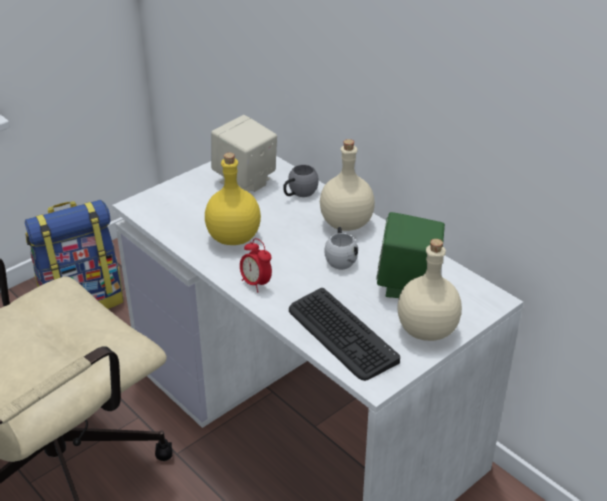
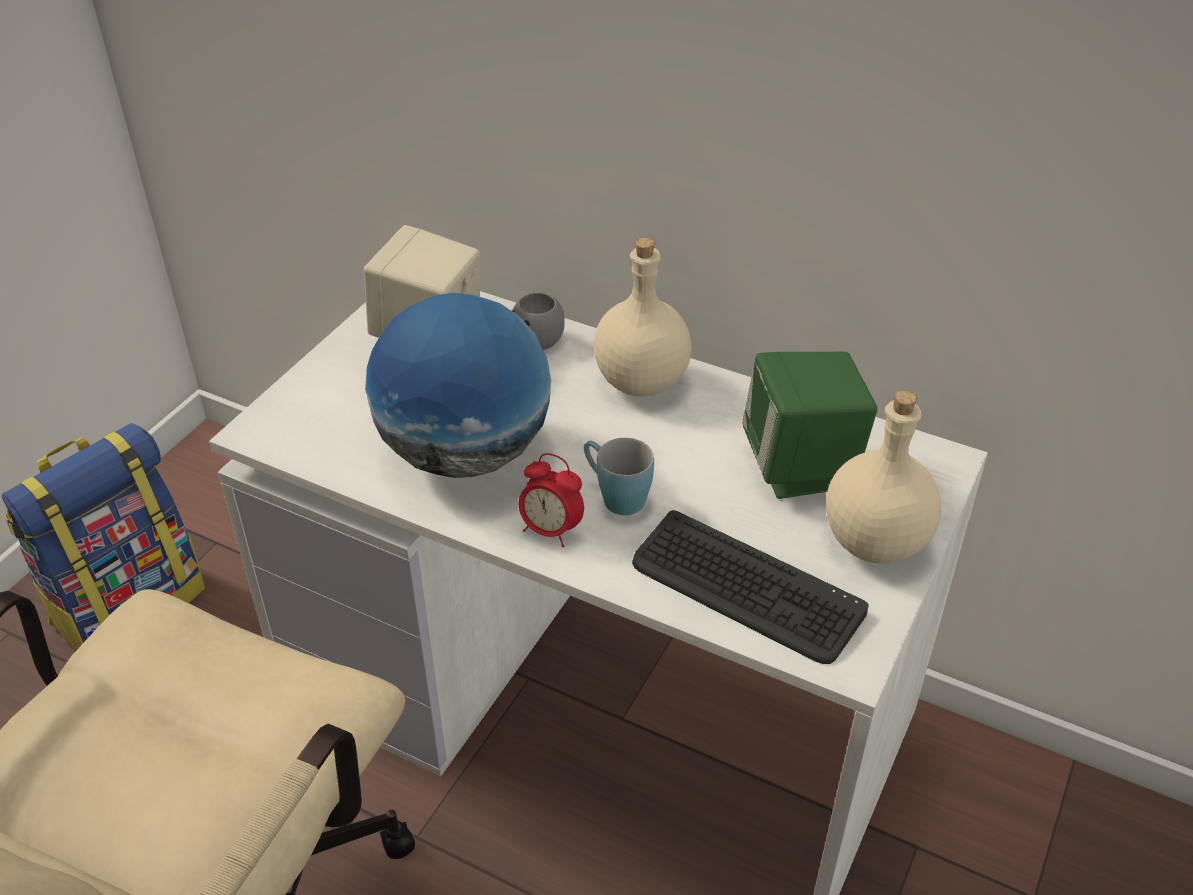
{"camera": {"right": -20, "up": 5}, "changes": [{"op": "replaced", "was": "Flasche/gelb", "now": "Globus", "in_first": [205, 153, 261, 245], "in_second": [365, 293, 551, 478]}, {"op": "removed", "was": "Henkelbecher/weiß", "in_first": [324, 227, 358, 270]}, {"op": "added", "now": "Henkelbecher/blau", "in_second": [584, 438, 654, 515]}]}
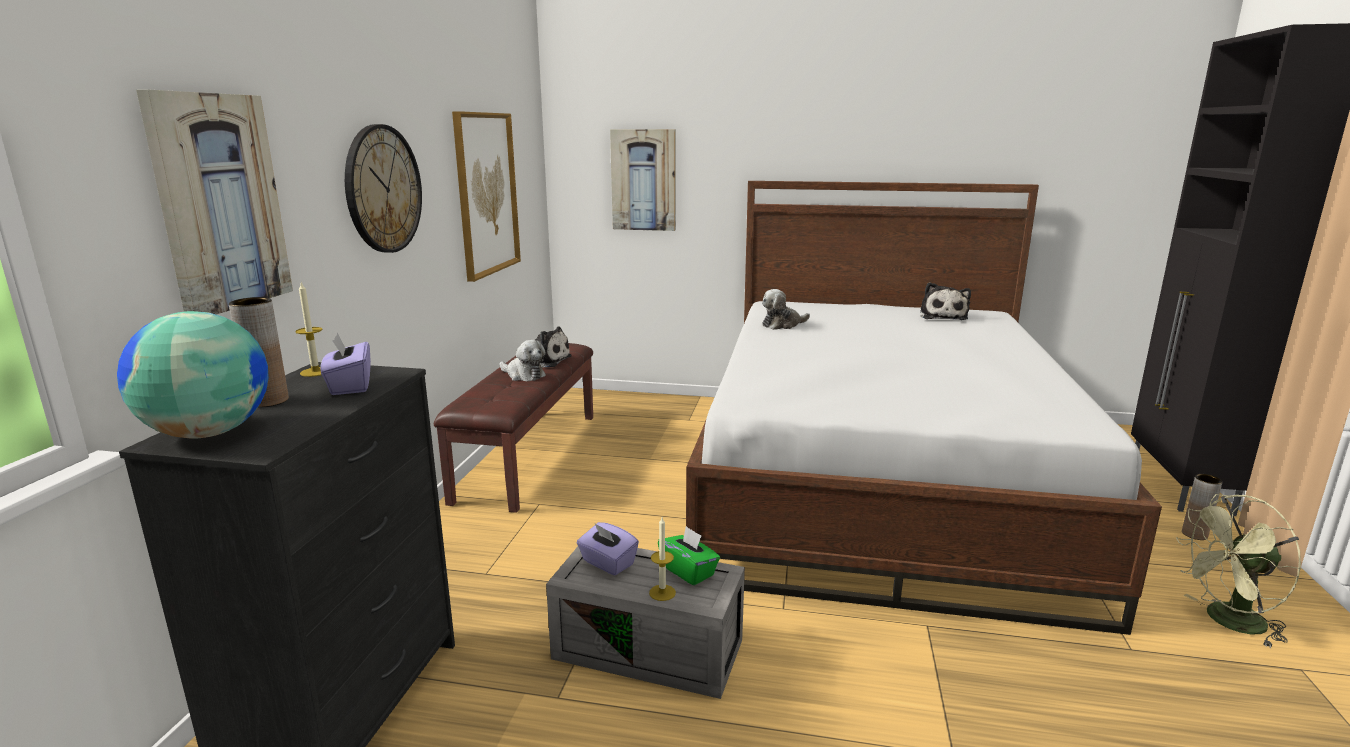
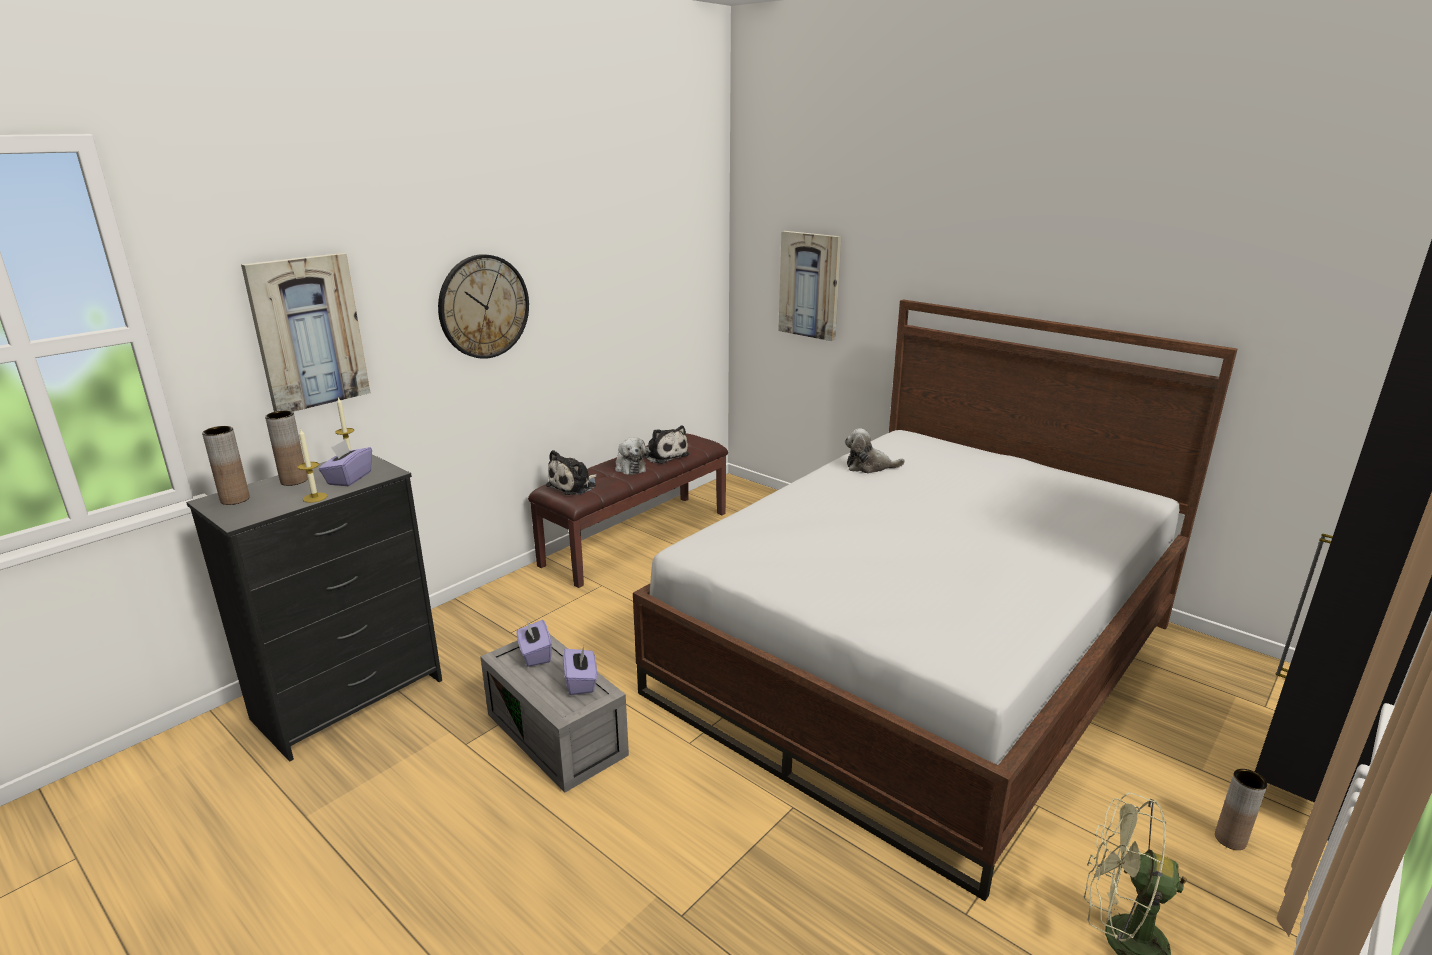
{"camera": {"right": 30, "up": 5}, "changes": [{"op": "replaced", "was": "Globus", "now": "Vase/braun", "in_first": [117, 311, 269, 439], "in_second": [202, 426, 250, 505]}, {"op": "removed", "was": "Bild", "in_first": [452, 111, 521, 282]}, {"op": "moved", "was": "Kerze", "in_first": [649, 517, 676, 601], "in_second": [298, 428, 327, 503]}, {"op": "recoloured", "was": "Taschentuchbox/grün", "now": "Taschentuchbox/lila", "in_first": [658, 526, 720, 585], "in_second": [563, 646, 597, 695]}, {"op": "moved", "was": "Plüschtier", "in_first": [920, 282, 971, 320], "in_second": [546, 450, 597, 495]}]}
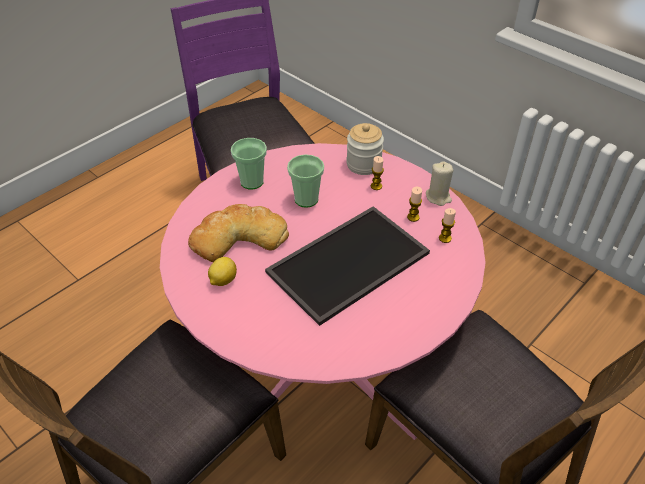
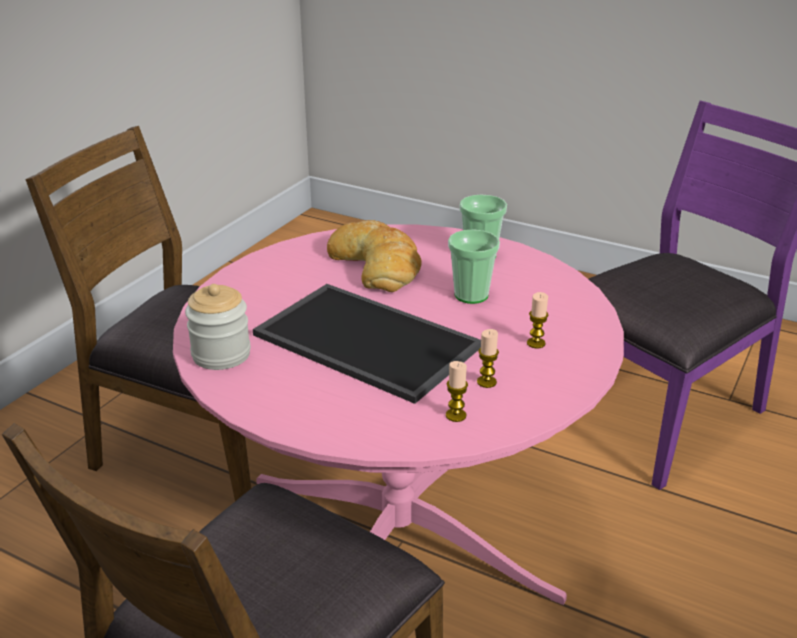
{"camera": {"right": 75, "up": -15}, "changes": [{"op": "removed", "was": "Zitrone", "in_first": [208, 257, 237, 286]}, {"op": "moved", "was": "Vorratsglas", "in_first": [346, 123, 384, 175], "in_second": [185, 284, 251, 370]}, {"op": "removed", "was": "Kerze/beige", "in_first": [426, 161, 453, 206]}]}
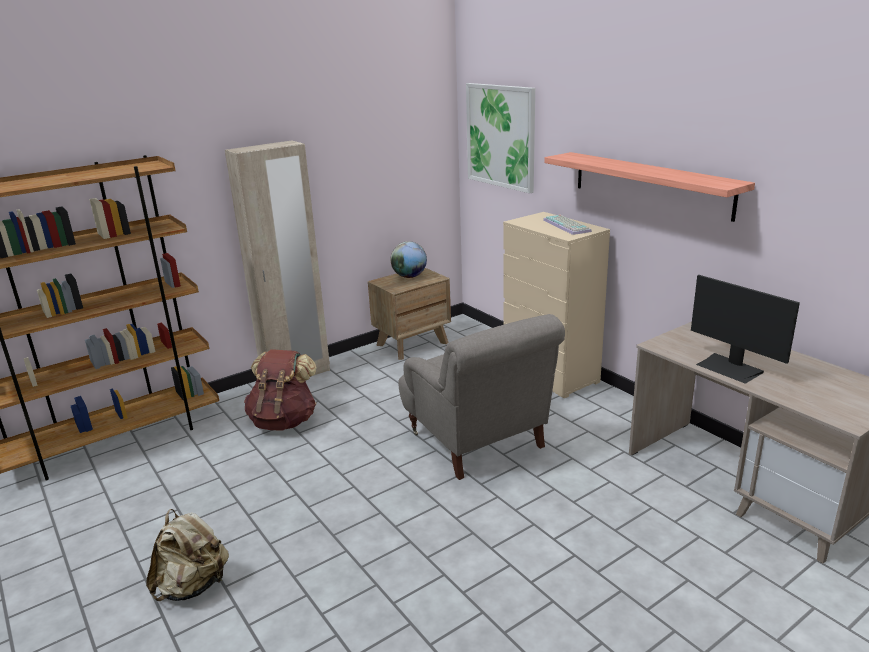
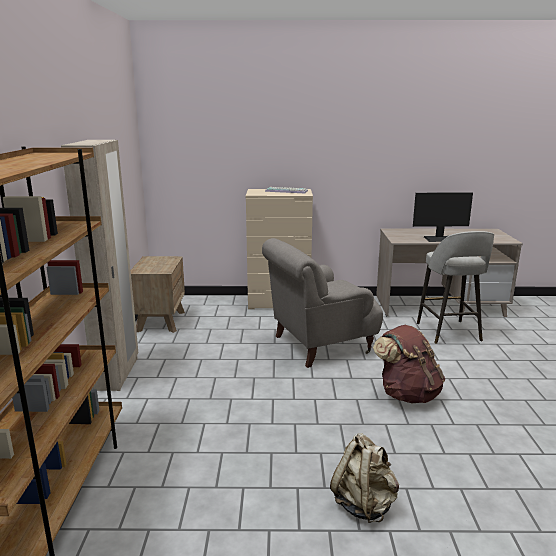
{"camera": {"right": -55, "up": -5}, "changes": [{"op": "moved", "was": "Rucksack/braun", "in_first": [244, 349, 317, 430], "in_second": [373, 325, 445, 403]}, {"op": "removed", "was": "Globus", "in_first": [391, 241, 427, 278]}, {"op": "turned", "was": "Sessel/grau", "in_first": [398, 314, 565, 480], "in_second": [262, 238, 383, 368], "clockwise": 150}, {"op": "removed", "was": "Bild", "in_first": [466, 83, 535, 193]}, {"op": "removed", "was": "Wandregal", "in_first": [544, 152, 755, 222]}, {"op": "added", "now": "Hocker/grau", "in_second": [417, 231, 494, 344]}]}
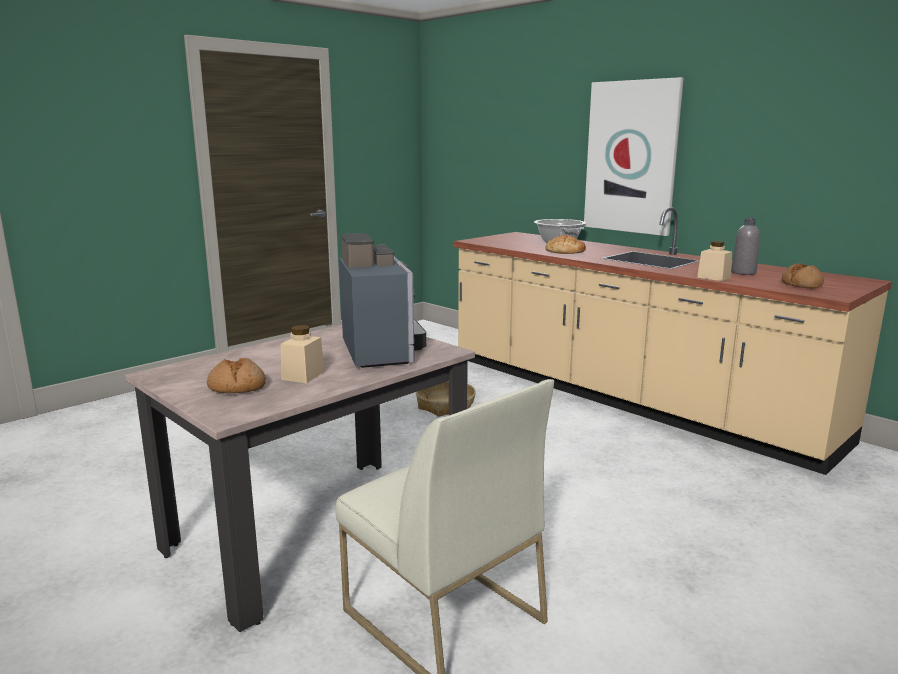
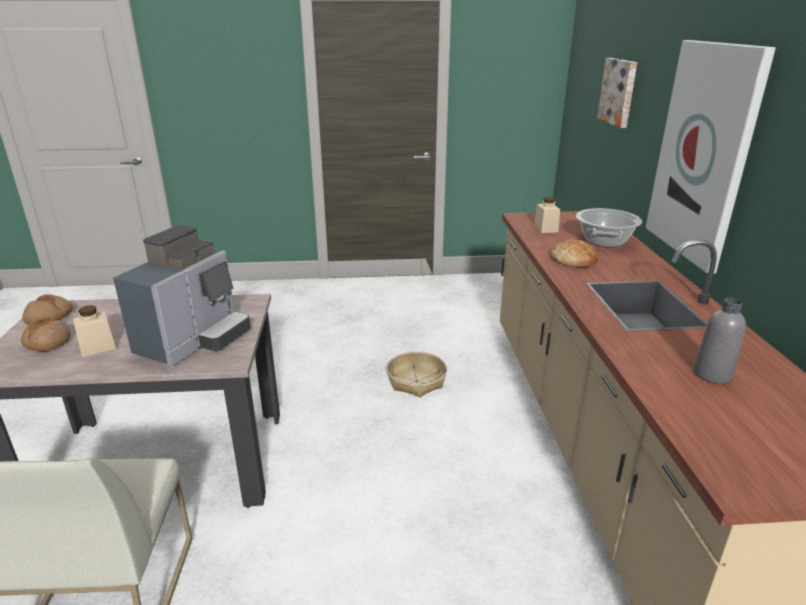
{"camera": {"right": 40, "up": 10}, "changes": [{"op": "moved", "was": "Vorratsglas/beige", "in_first": [697, 241, 732, 281], "in_second": [534, 197, 560, 233]}, {"op": "moved", "was": "Brot", "in_first": [782, 263, 824, 288], "in_second": [22, 294, 73, 325]}, {"op": "added", "now": "Bild", "in_second": [597, 58, 637, 128]}]}
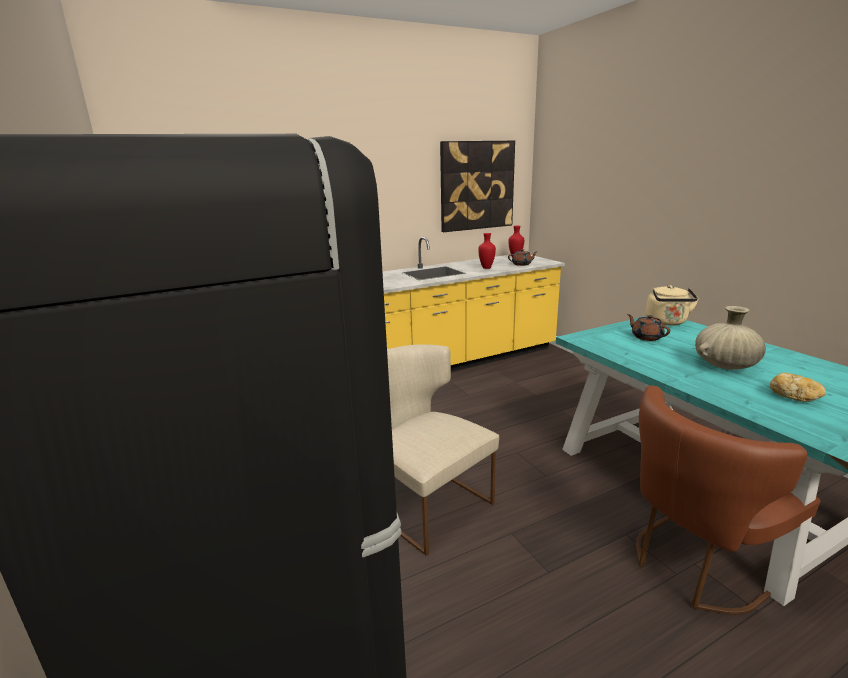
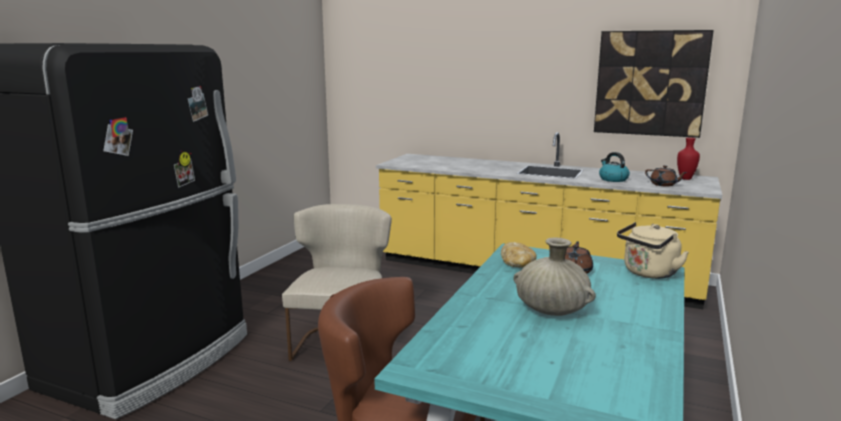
{"camera": {"right": 50, "up": -5}, "changes": [{"op": "replaced", "was": "Vase/rot", "now": "Wasserkessel", "in_first": [478, 233, 496, 269], "in_second": [599, 152, 630, 182]}, {"op": "moved", "was": "Brot", "in_first": [770, 373, 826, 402], "in_second": [501, 242, 537, 268]}]}
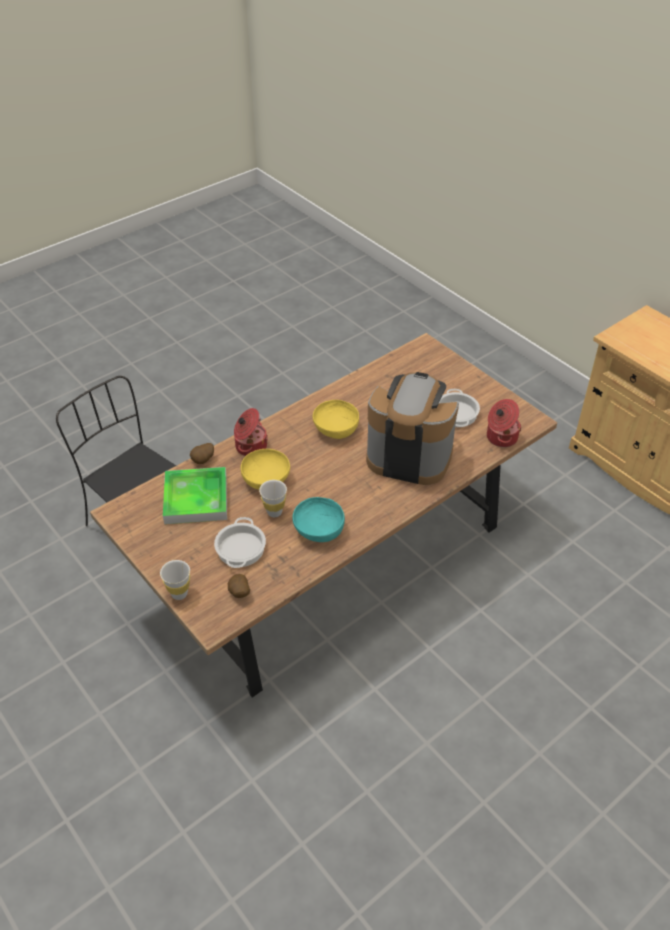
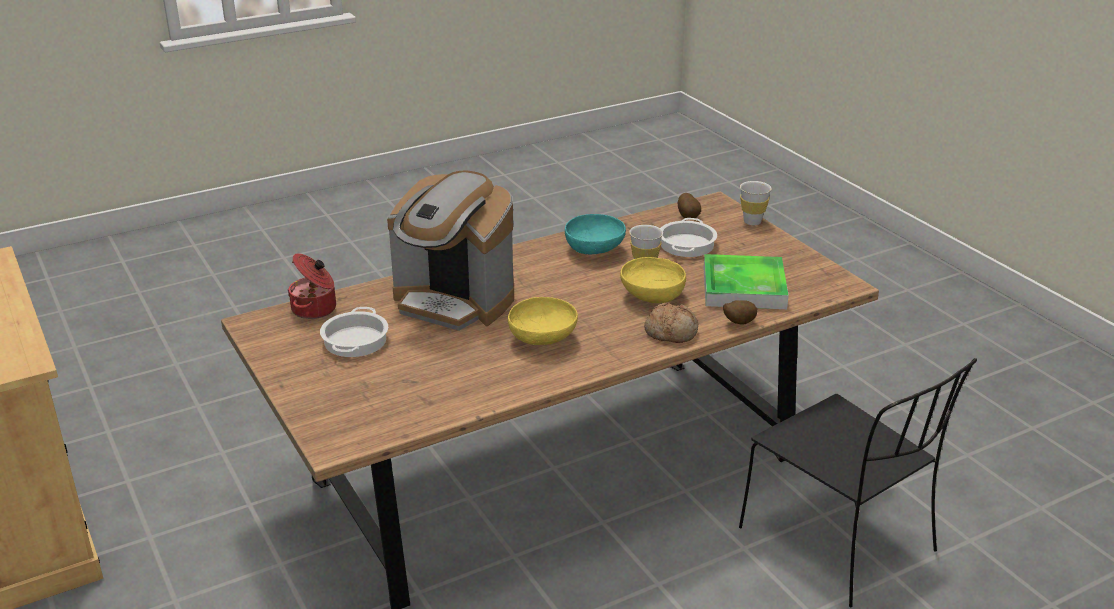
{"camera": {"right": -170, "up": -15}, "changes": [{"op": "replaced", "was": "Kochtopf", "now": "Brot", "in_first": [234, 408, 268, 456], "in_second": [644, 303, 698, 343]}]}
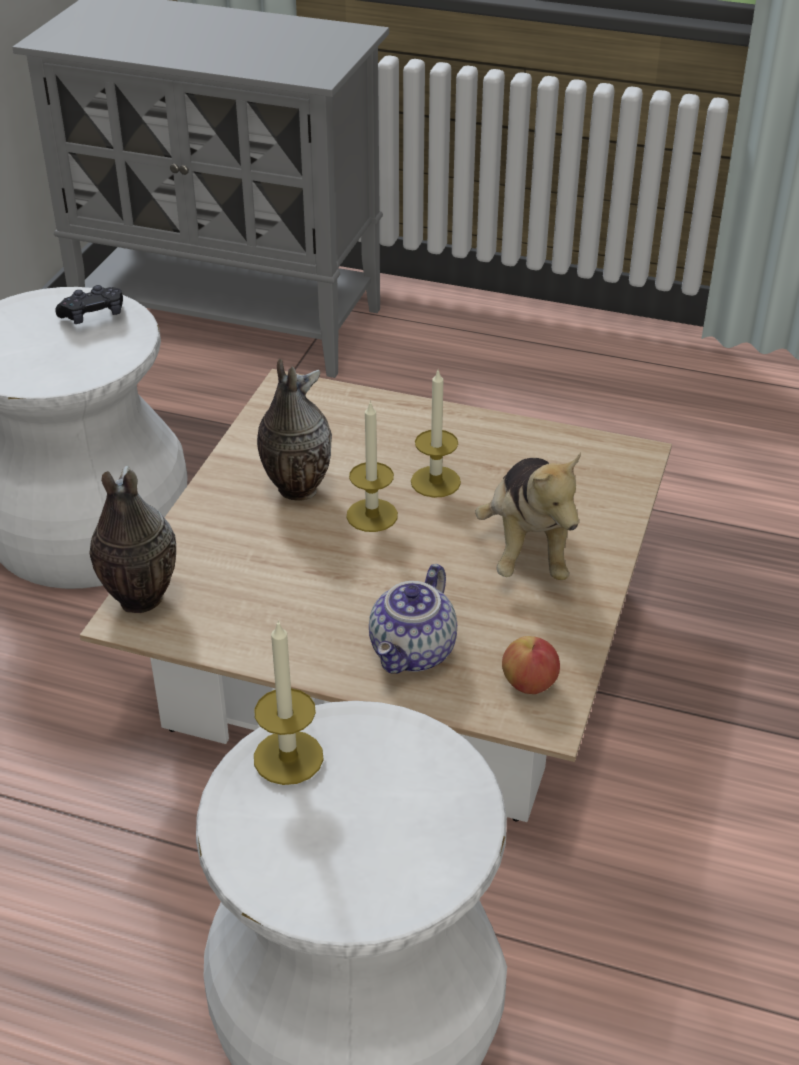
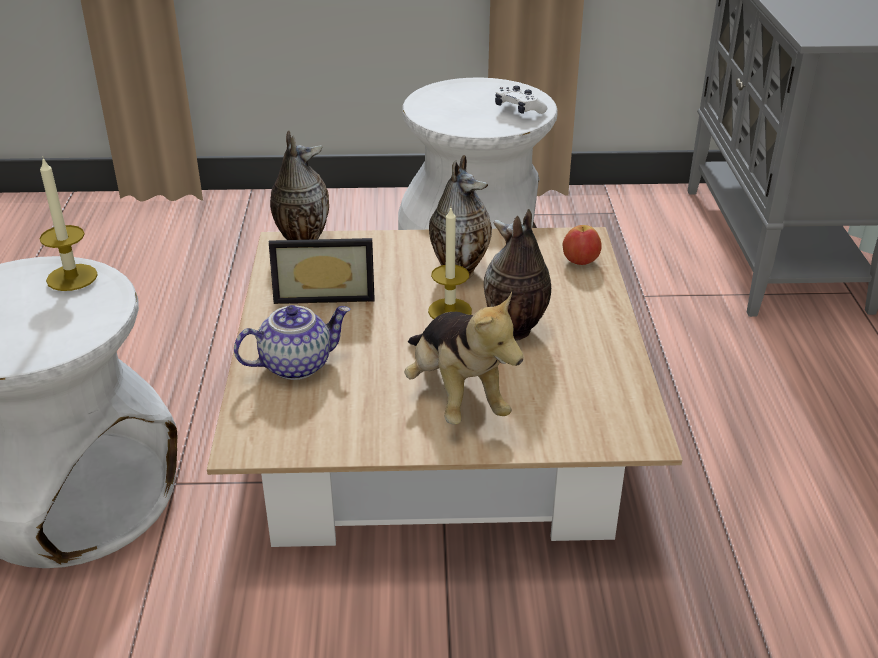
{"camera": {"right": 70, "up": -5}, "changes": [{"op": "recoloured", "was": "Gamepad/schwarz", "now": "Gamepad/weiß", "in_first": [55, 285, 123, 324], "in_second": [495, 86, 547, 114]}, {"op": "turned", "was": "Teekanne", "in_first": [369, 564, 457, 674], "in_second": [234, 305, 351, 380], "clockwise": 150}, {"op": "replaced", "was": "Kerze", "now": "Vase", "in_first": [411, 368, 461, 498], "in_second": [484, 209, 551, 341]}, {"op": "turned", "was": "Plüschtier", "in_first": [475, 453, 581, 580], "in_second": [405, 292, 523, 425], "clockwise": -90}, {"op": "moved", "was": "Apfel", "in_first": [502, 636, 560, 694], "in_second": [563, 225, 602, 265]}, {"op": "added", "now": "Bilderrahmen", "in_second": [269, 238, 375, 304]}]}
